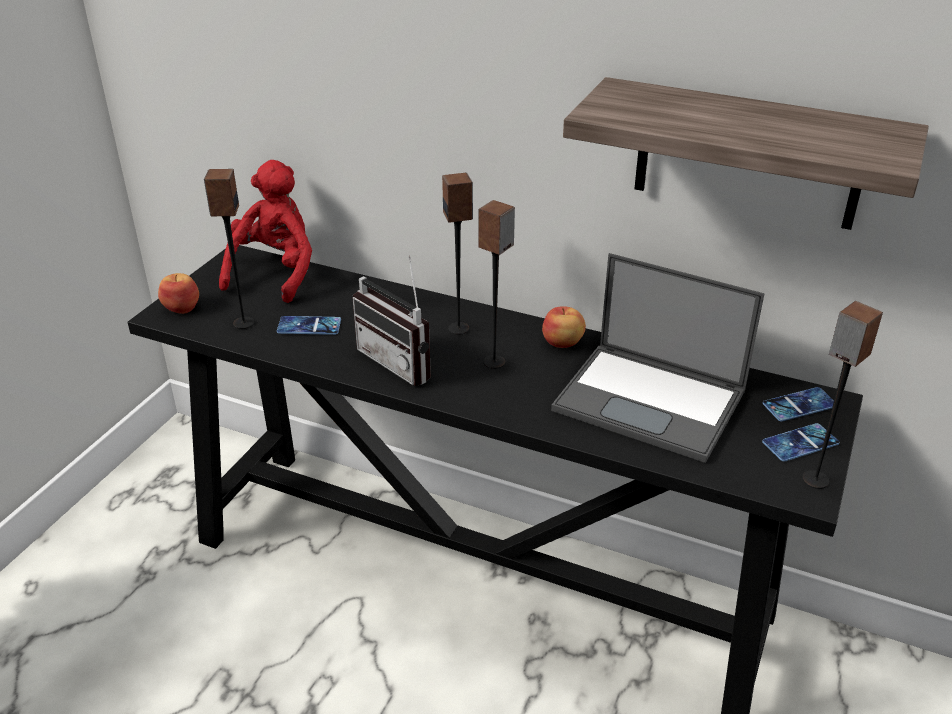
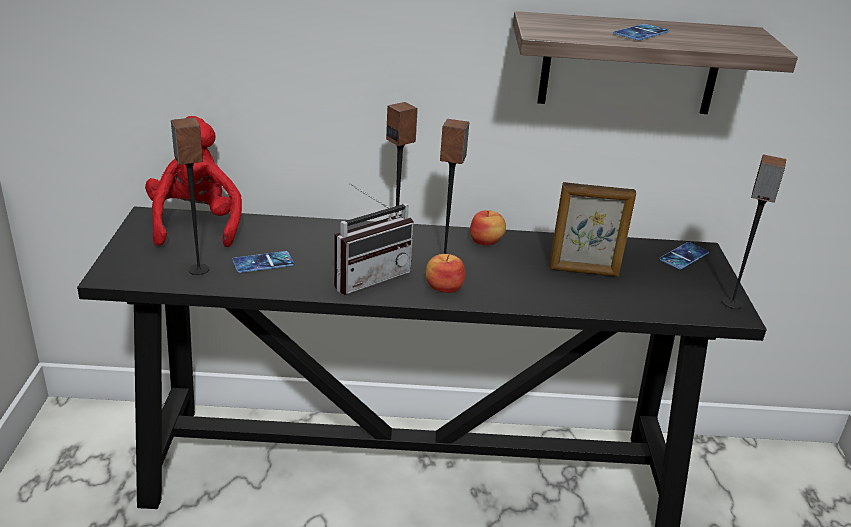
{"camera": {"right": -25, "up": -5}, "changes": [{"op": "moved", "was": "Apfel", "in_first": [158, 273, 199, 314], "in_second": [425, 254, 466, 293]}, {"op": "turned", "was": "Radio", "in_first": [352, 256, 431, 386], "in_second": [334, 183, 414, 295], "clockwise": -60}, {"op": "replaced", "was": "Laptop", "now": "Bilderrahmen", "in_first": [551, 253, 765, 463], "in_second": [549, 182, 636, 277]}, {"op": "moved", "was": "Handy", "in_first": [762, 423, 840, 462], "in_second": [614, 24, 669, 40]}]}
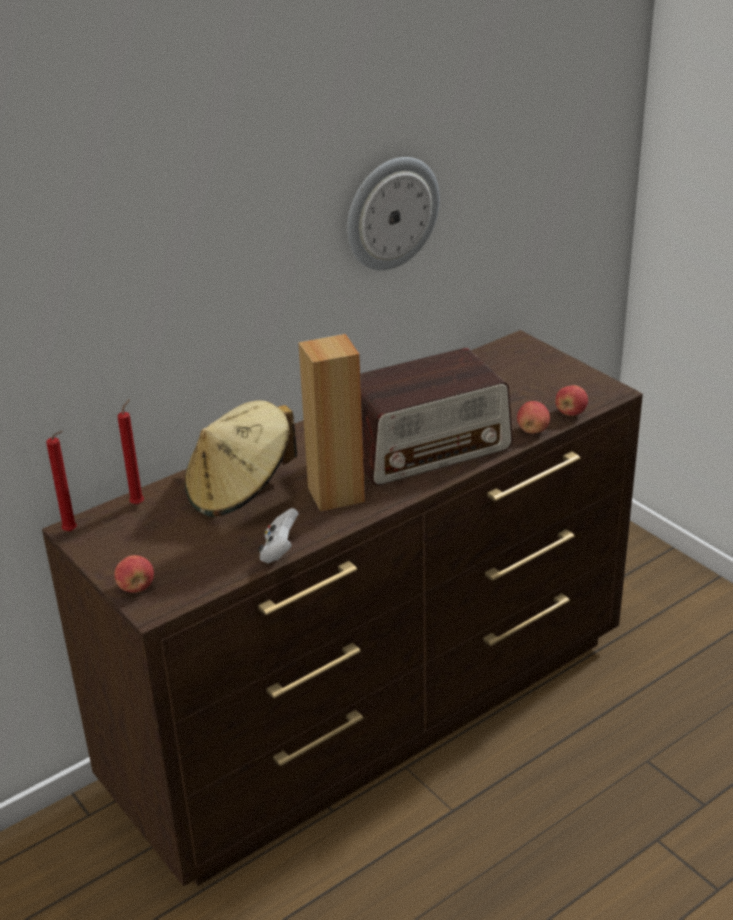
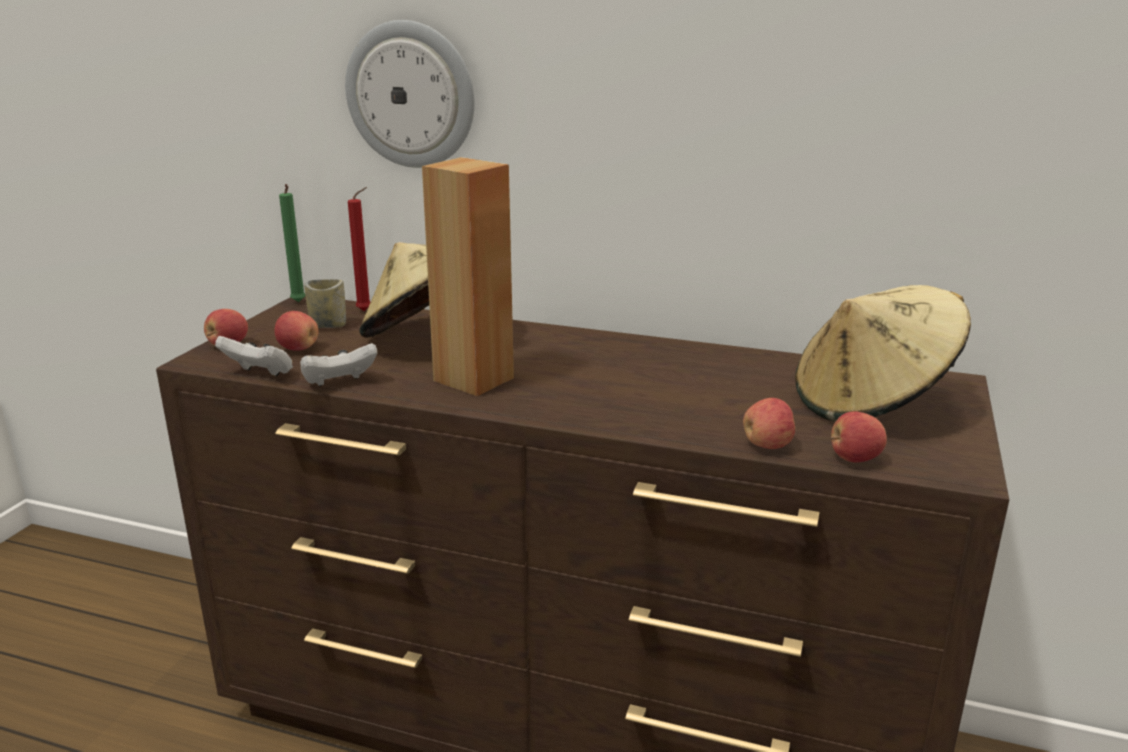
{"camera": {"right": 55, "up": -10}, "changes": [{"op": "recoloured", "was": "Kerze/rot", "now": "Kerze/grün", "in_first": [46, 431, 77, 532], "in_second": [279, 184, 305, 302]}, {"op": "moved", "was": "Wanduhr", "in_first": [347, 157, 440, 270], "in_second": [345, 20, 475, 168]}, {"op": "removed", "was": "Radio", "in_first": [360, 348, 513, 486]}, {"op": "added", "now": "Gamepad/weiß", "in_second": [215, 336, 293, 376]}, {"op": "added", "now": "Apfel", "in_second": [275, 311, 318, 351]}, {"op": "added", "now": "Tasse", "in_second": [304, 279, 346, 328]}, {"op": "added", "now": "Hut/beige", "in_second": [795, 285, 971, 422]}]}
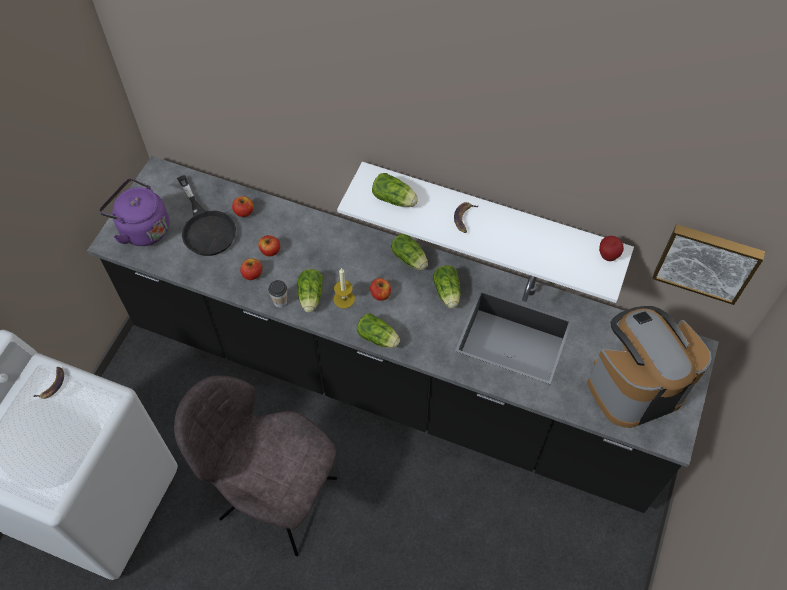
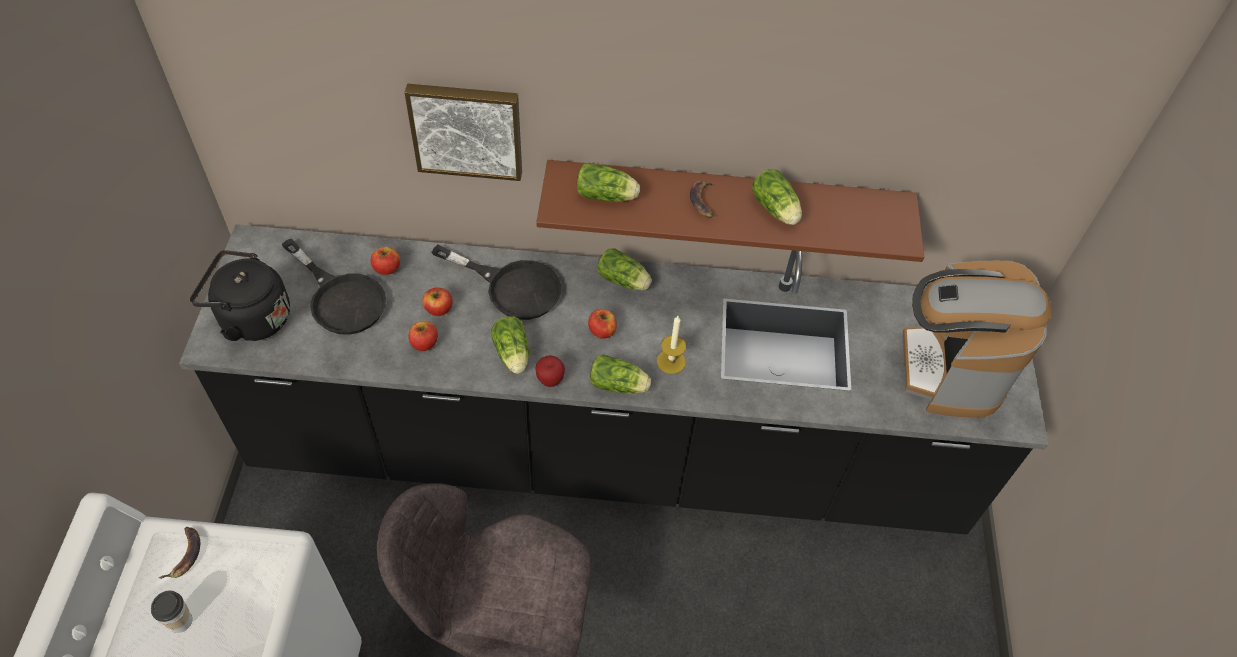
{"camera": {"right": -20, "up": -5}, "changes": [{"op": "recoloured", "was": "Wasserkessel/lila", "now": "Wasserkessel/schwarz", "in_first": [99, 178, 169, 246], "in_second": [190, 250, 290, 341]}, {"op": "moved", "was": "Tasse", "in_first": [268, 280, 287, 308], "in_second": [151, 591, 192, 633]}, {"op": "moved", "was": "Kerze", "in_first": [334, 268, 355, 308], "in_second": [657, 316, 686, 374]}, {"op": "recoloured", "was": "Wandregal/weiß", "now": "Wandregal/braun", "in_first": [337, 162, 634, 303], "in_second": [536, 160, 924, 262]}, {"op": "moved", "was": "Salatkopf", "in_first": [433, 265, 461, 308], "in_second": [752, 169, 802, 225]}, {"op": "turned", "was": "Kaffeemaschine", "in_first": [587, 306, 712, 428], "in_second": [902, 261, 1051, 418], "clockwise": -45}, {"op": "moved", "was": "Apfel", "in_first": [599, 236, 624, 261], "in_second": [535, 355, 565, 387]}, {"op": "moved", "was": "Bild", "in_first": [652, 224, 765, 305], "in_second": [404, 84, 522, 181]}, {"op": "added", "now": "Pfanne/schwarz", "in_second": [432, 244, 561, 320]}]}
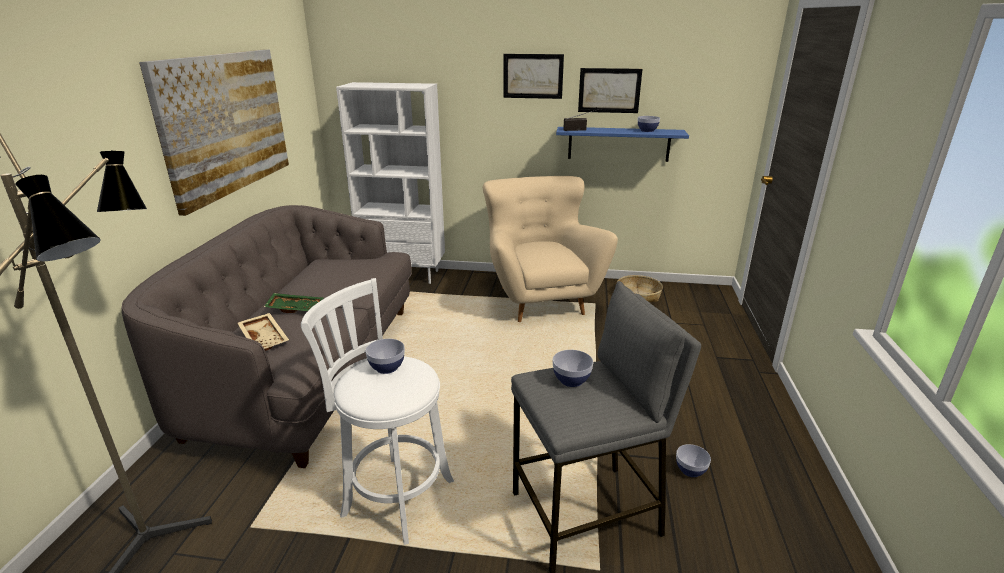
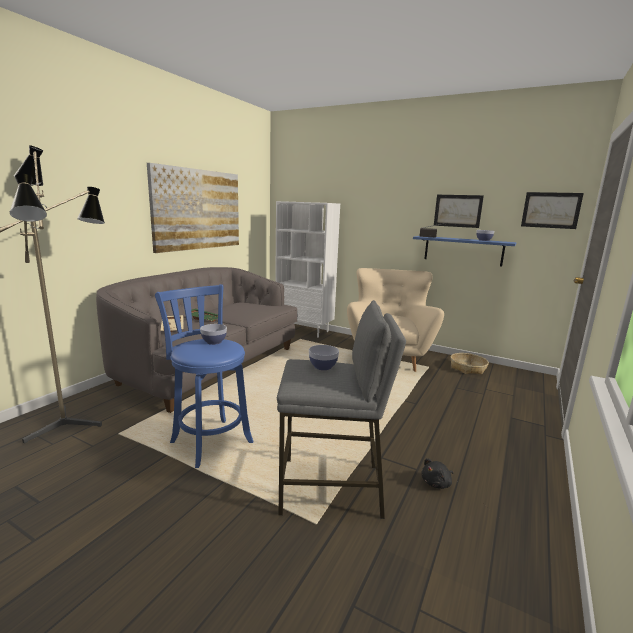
{"camera": {"right": 20, "up": -10}, "changes": [{"op": "recoloured", "was": "Hocker/weiß", "now": "Hocker/blau", "in_first": [301, 278, 454, 545], "in_second": [155, 284, 253, 468]}, {"op": "moved", "was": "Bild", "in_first": [503, 54, 564, 99], "in_second": [521, 192, 584, 229]}, {"op": "replaced", "was": "Schüssel", "now": "Plüschtier/schwarz", "in_first": [676, 444, 711, 477], "in_second": [421, 458, 453, 489]}]}
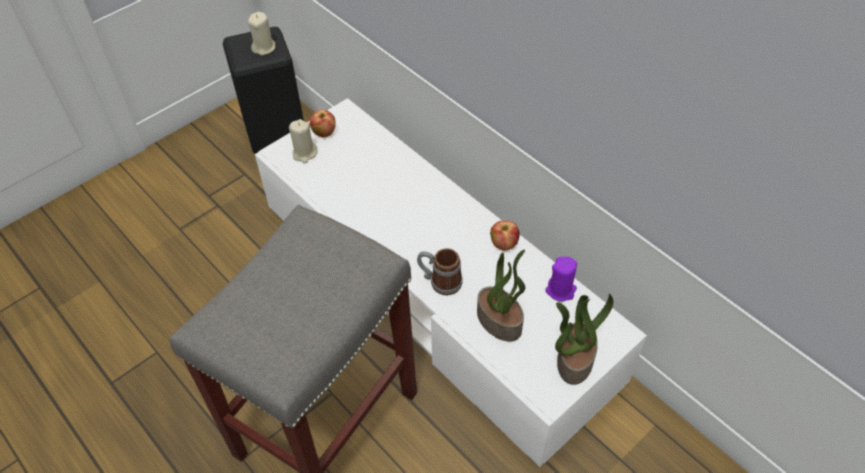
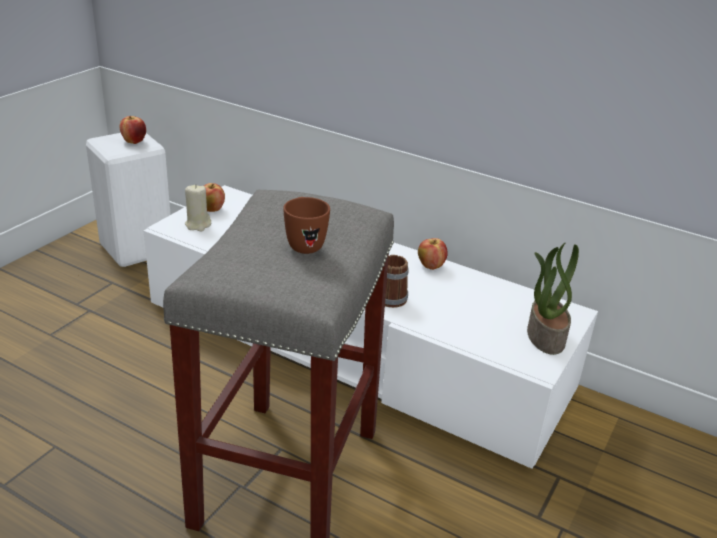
{"camera": {"right": -20, "up": -20}, "changes": [{"op": "recoloured", "was": "Hocker/schwarz", "now": "Hocker/weiß", "in_first": [223, 27, 304, 154], "in_second": [86, 133, 171, 267]}, {"op": "replaced", "was": "Kerze/beige", "now": "Apfel", "in_first": [248, 12, 275, 55], "in_second": [120, 116, 146, 144]}, {"op": "removed", "was": "Topfpflanze", "in_first": [477, 249, 525, 342]}, {"op": "removed", "was": "Kerze/lila", "in_first": [546, 257, 577, 302]}, {"op": "added", "now": "Henkelbecher/braun", "in_second": [283, 197, 330, 254]}]}
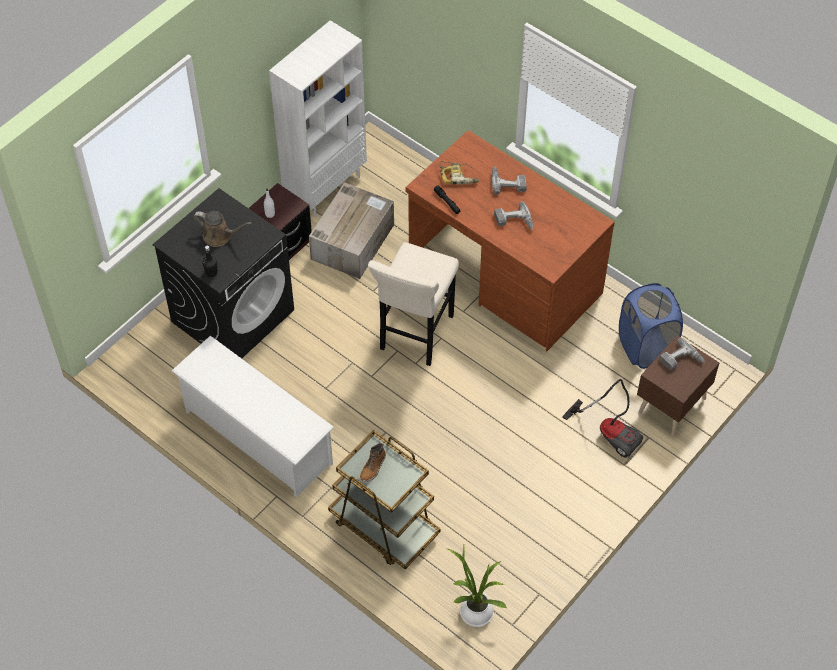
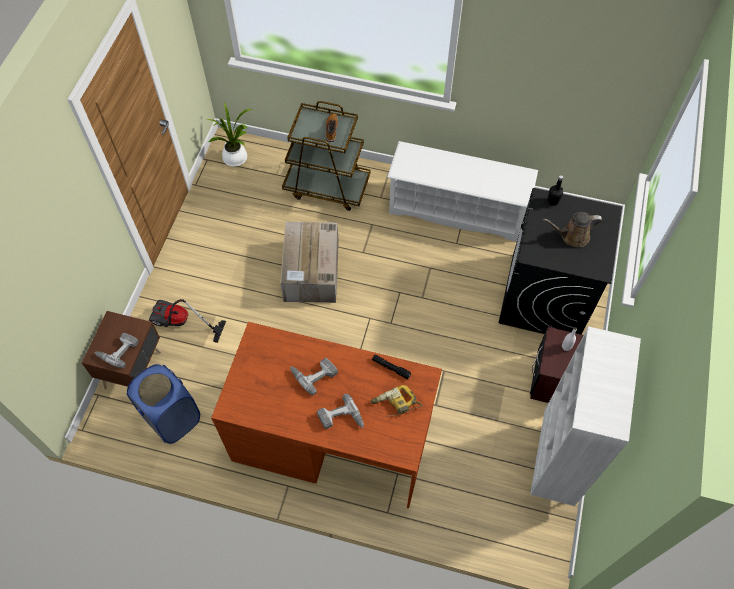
{"camera": {"right": 155, "up": 5}, "changes": [{"op": "moved", "was": "Karton", "in_first": [309, 183, 394, 279], "in_second": [280, 222, 339, 303]}, {"op": "removed", "was": "Hocker/beige", "in_first": [368, 242, 459, 366]}]}
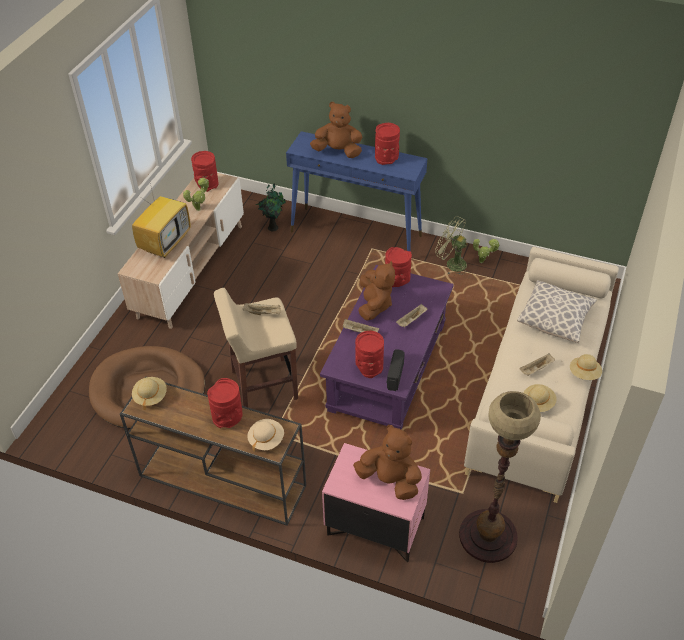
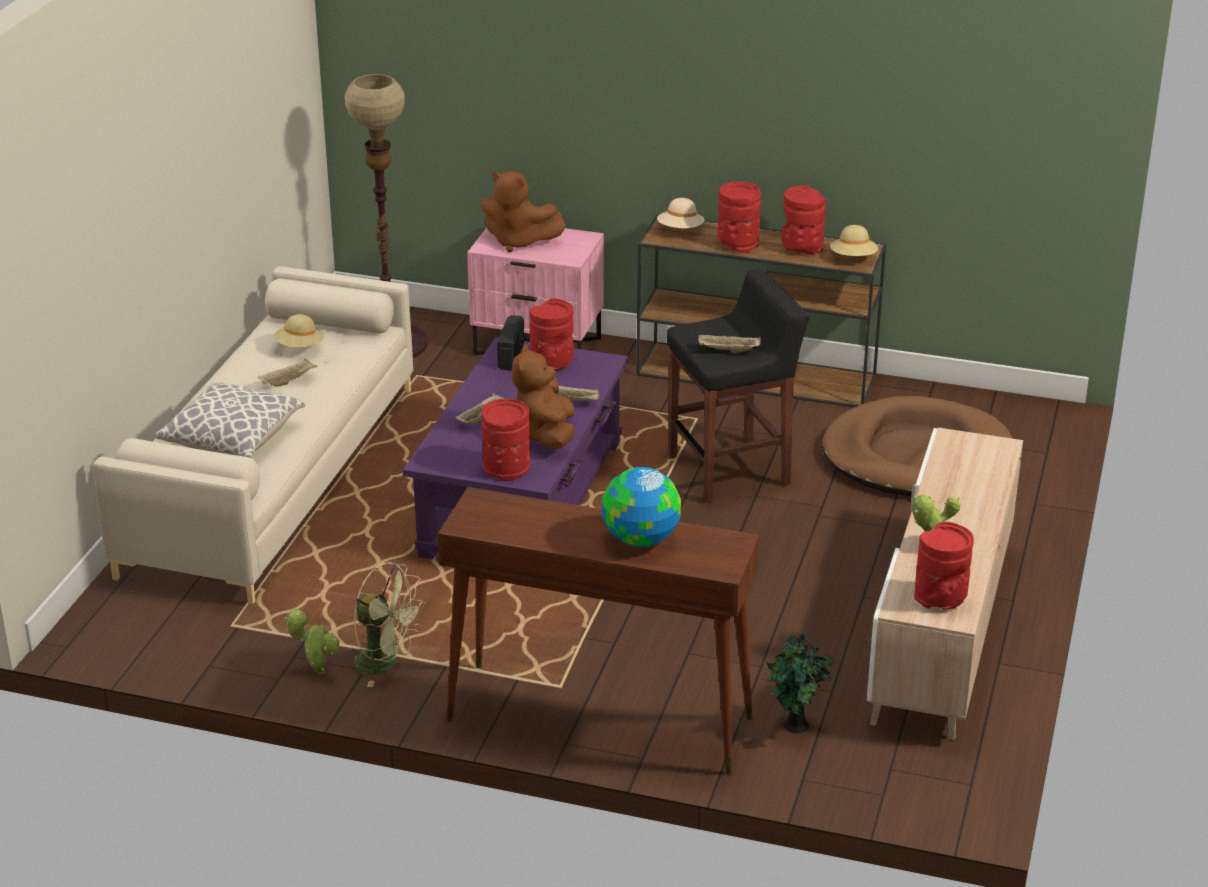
{"camera": {"right": 175, "up": -15}, "changes": [{"op": "removed", "was": "Fernseher", "in_first": [132, 183, 191, 258]}, {"op": "recoloured", "was": "Hocker/beige", "now": "Hocker/schwarz", "in_first": [214, 288, 298, 407], "in_second": [667, 270, 809, 503]}, {"op": "recoloured", "was": "Konsolentisch/blau", "now": "Konsolentisch/braun", "in_first": [286, 131, 427, 251], "in_second": [438, 487, 759, 775]}, {"op": "replaced", "was": "Plüschtier/braun", "now": "Globus", "in_first": [310, 102, 362, 158], "in_second": [602, 467, 681, 547]}, {"op": "moved", "was": "Vase/rot", "in_first": [375, 123, 400, 165], "in_second": [782, 186, 826, 254]}, {"op": "removed", "was": "Hut/beige", "in_first": [570, 354, 602, 380]}]}
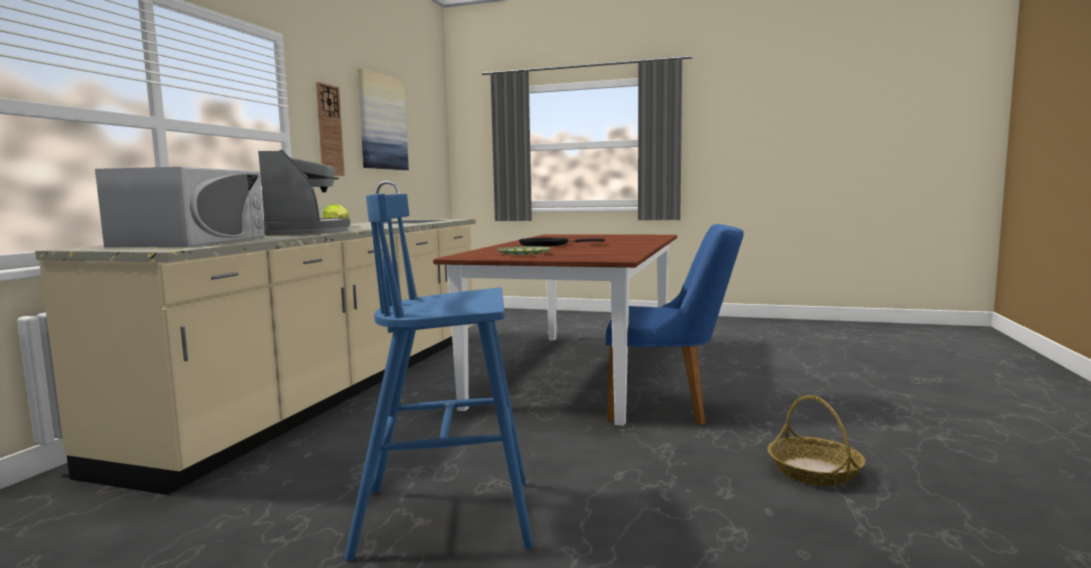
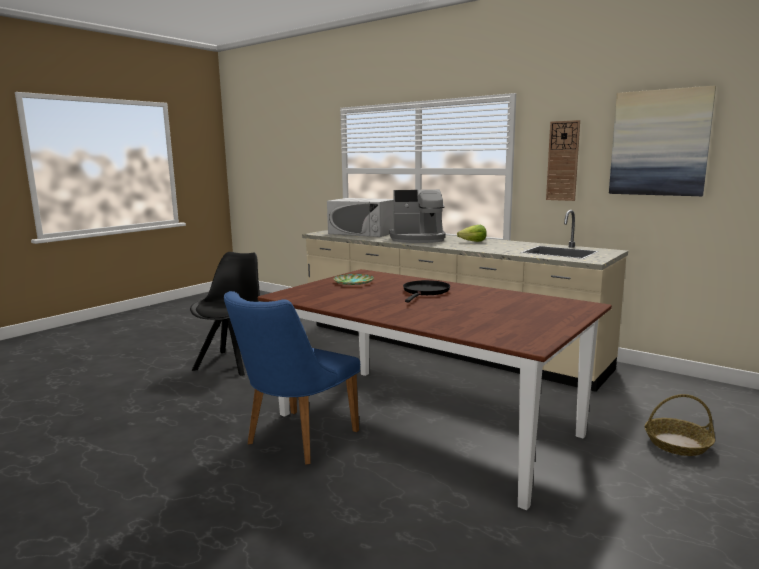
{"camera": {"right": 110, "up": 5}, "changes": [{"op": "replaced", "was": "Hocker/blau", "now": "Stuhl/schwarz", "in_first": [344, 194, 533, 561], "in_second": [190, 252, 260, 376]}, {"op": "moved", "was": "Korb", "in_first": [767, 395, 865, 486], "in_second": [644, 394, 715, 456]}]}
